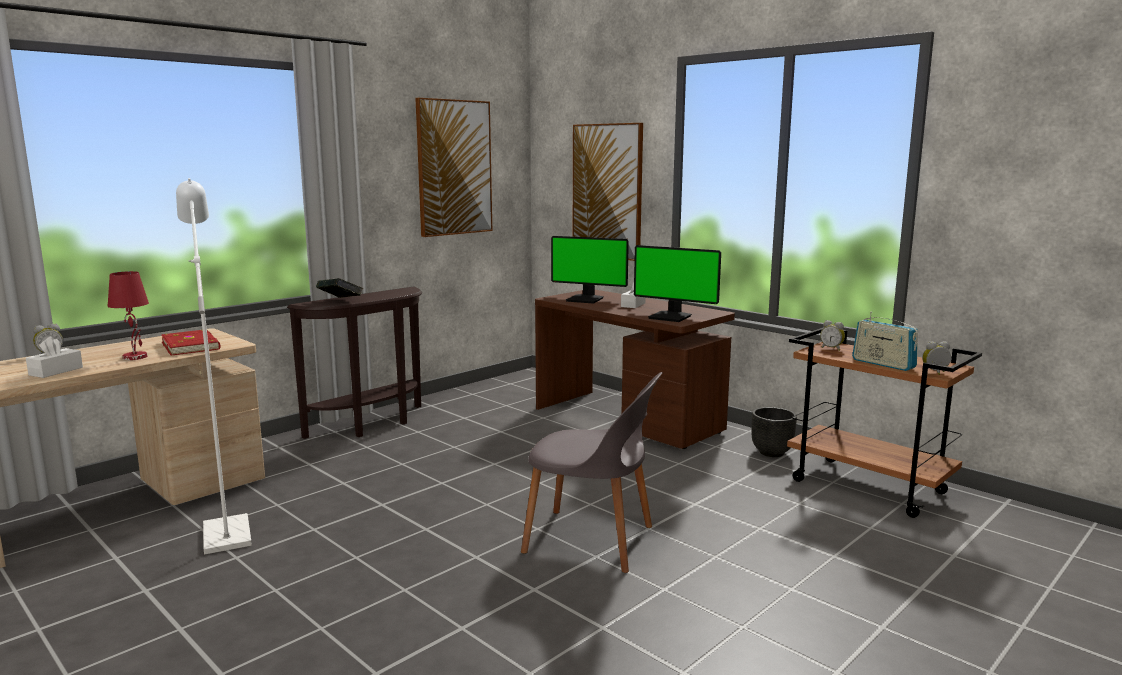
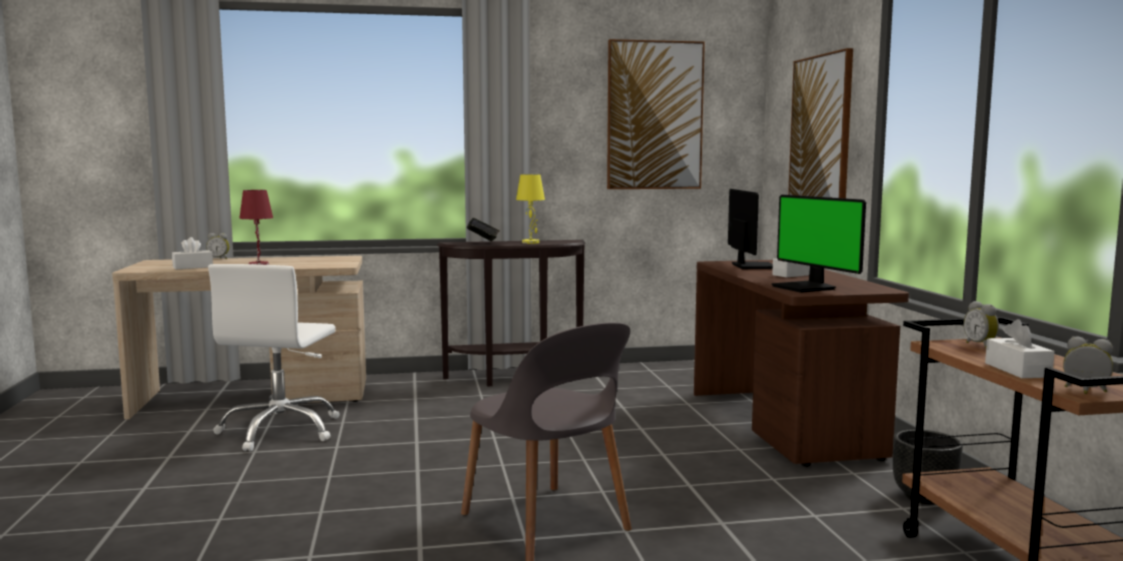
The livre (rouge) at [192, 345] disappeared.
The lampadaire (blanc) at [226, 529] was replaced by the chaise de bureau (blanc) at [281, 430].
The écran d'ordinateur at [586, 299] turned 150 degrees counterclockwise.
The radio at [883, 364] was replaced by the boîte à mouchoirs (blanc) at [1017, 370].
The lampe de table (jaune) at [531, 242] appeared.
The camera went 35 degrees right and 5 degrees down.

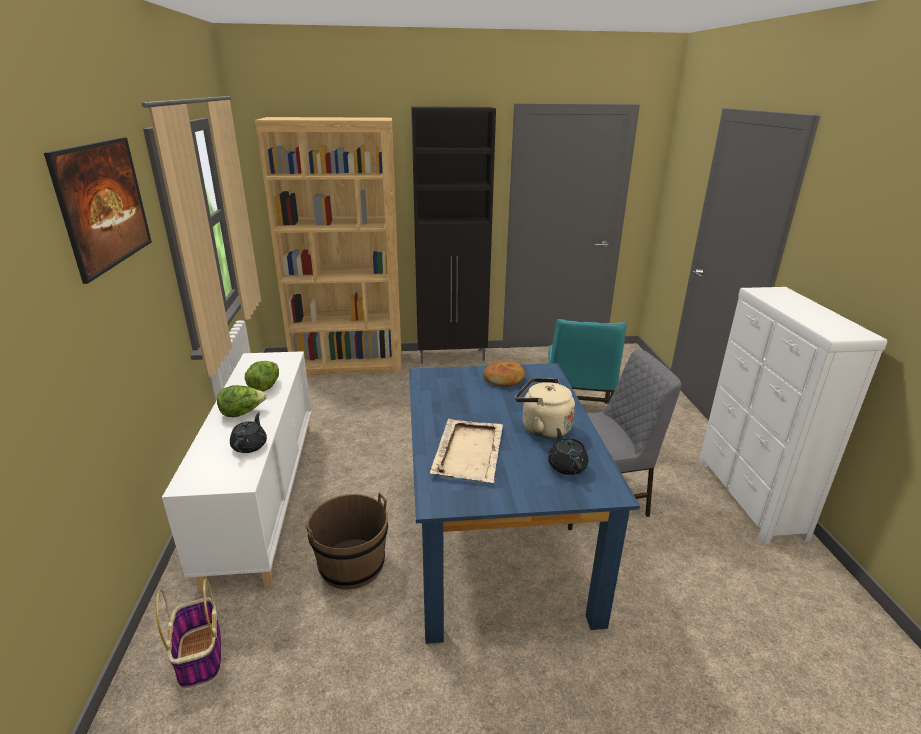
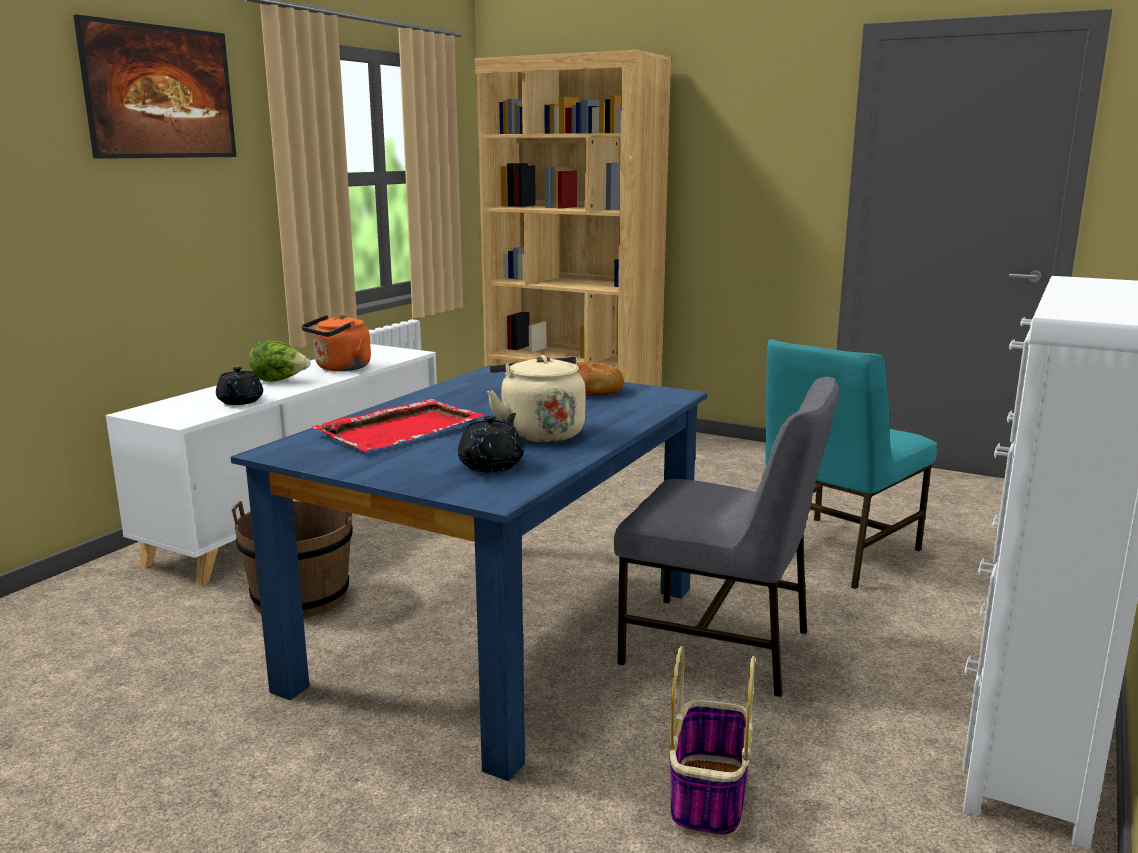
The panier moved from [200, 655] to [708, 795].
The théière (noir) at [250, 445] turned 135 degrees clockwise.
The laitue at [265, 386] was replaced by the bouilloire (orange) at [340, 368].
The meuble de rangement (noir) at [452, 356] disappeared.
The plateau (beige) at [469, 451] became the plateau (rouge) at [402, 429].
The camera went 35 degrees right and 10 degrees down.

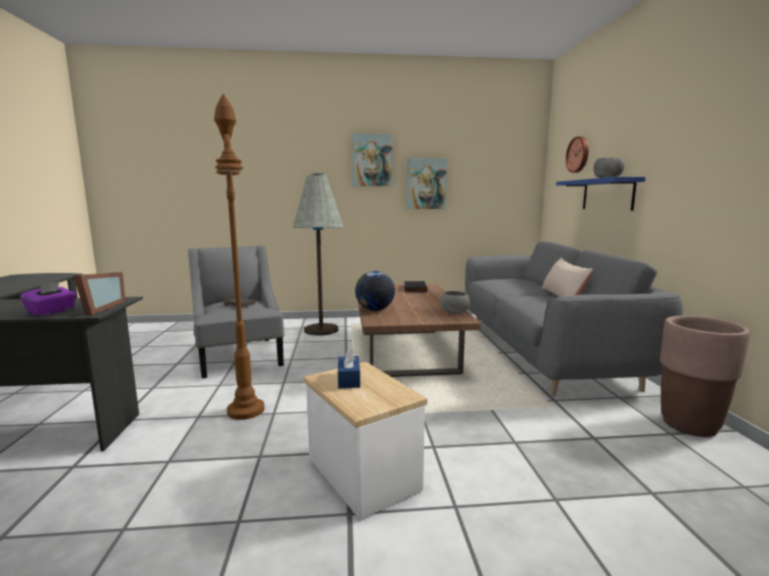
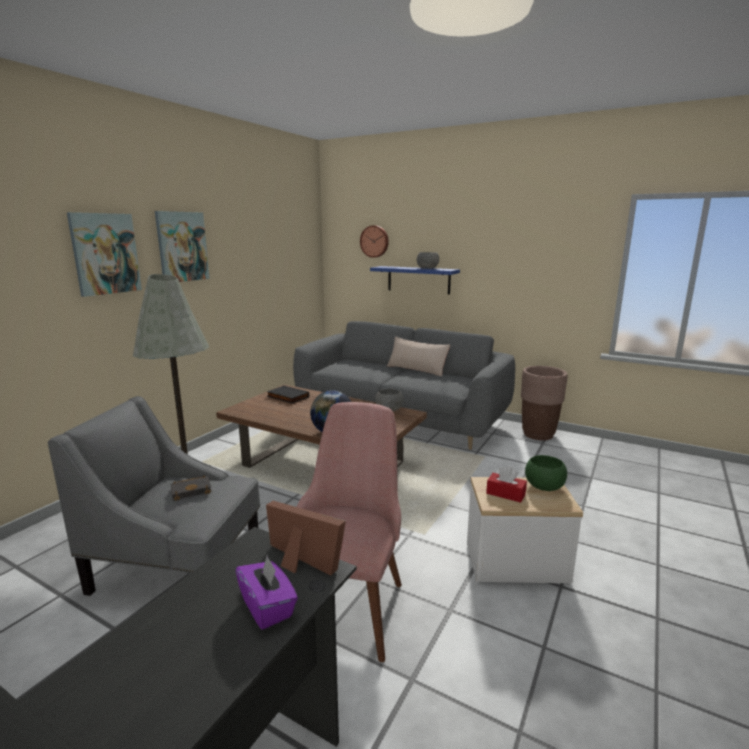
The lampadaire (marron) at [246, 411] was replaced by the chaise (rose) at [347, 596].
The boîte à mouchoirs (bleu) at [349, 379] became the boîte à mouchoirs (rouge) at [505, 493].
The tableau moved from [426, 184] to [105, 253].
The bol (vert) at [544, 486] appeared.
The camera went 55 degrees left and 5 degrees up.

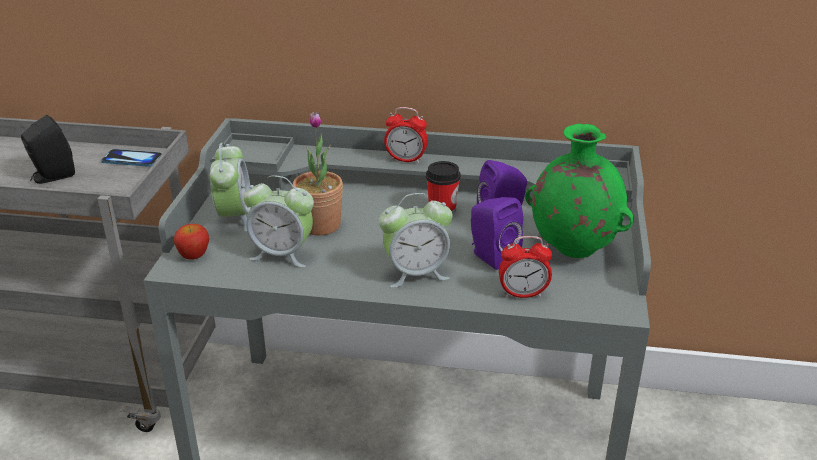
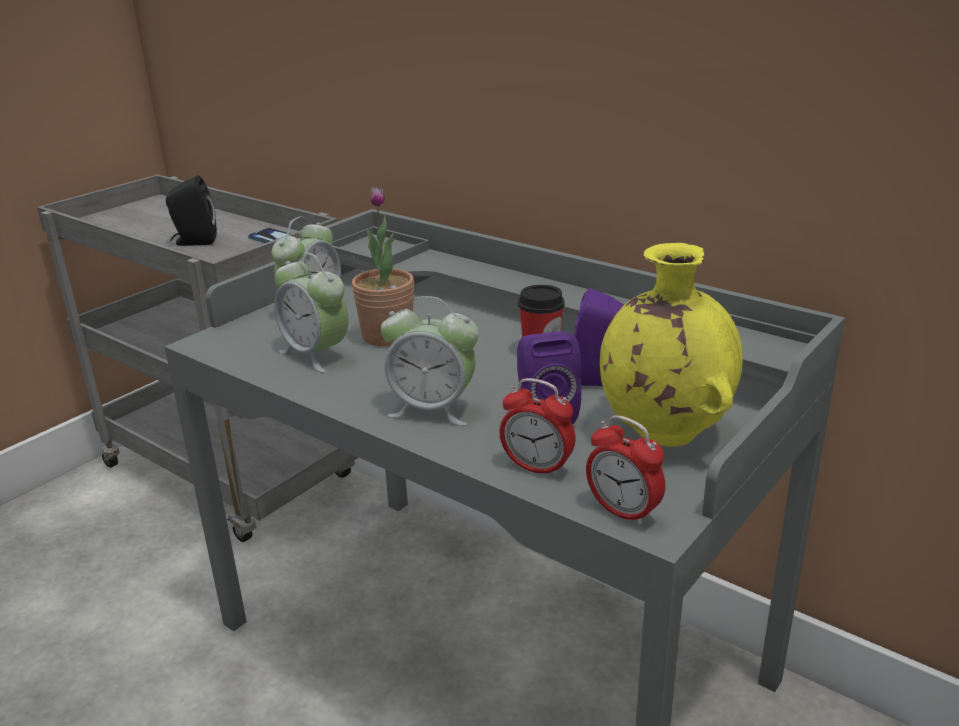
The pomme at [194, 255] disappeared.
The réveil moved from [406, 160] to [623, 512].
The vase (vert) at [572, 249] became the vase (jaune) at [663, 433].
The camera went 30 degrees right and 5 degrees down.

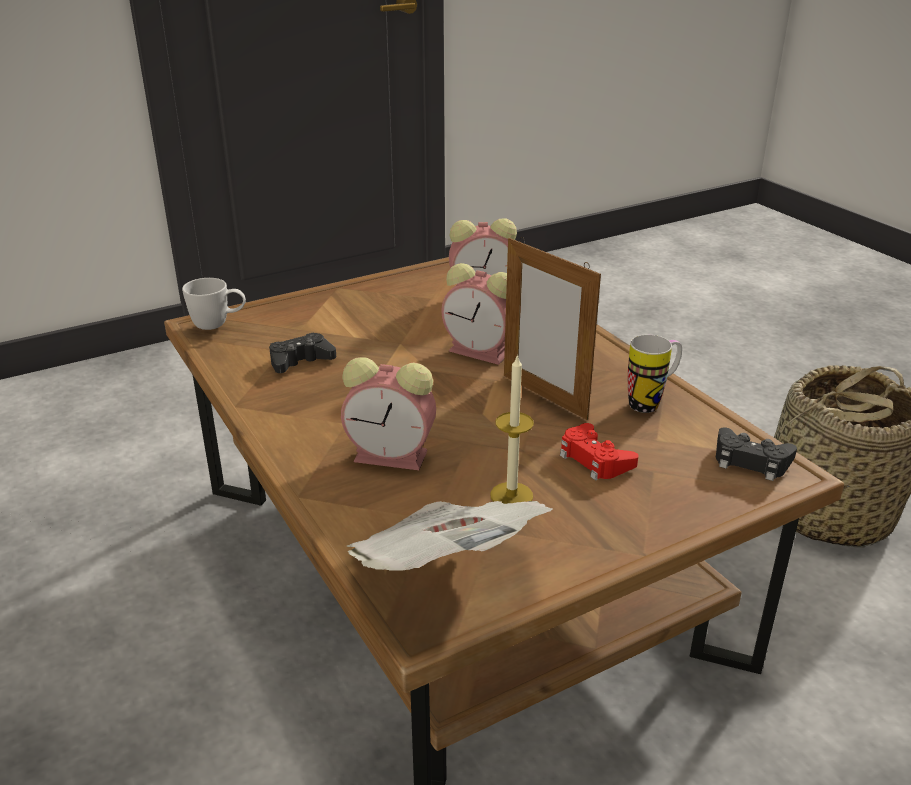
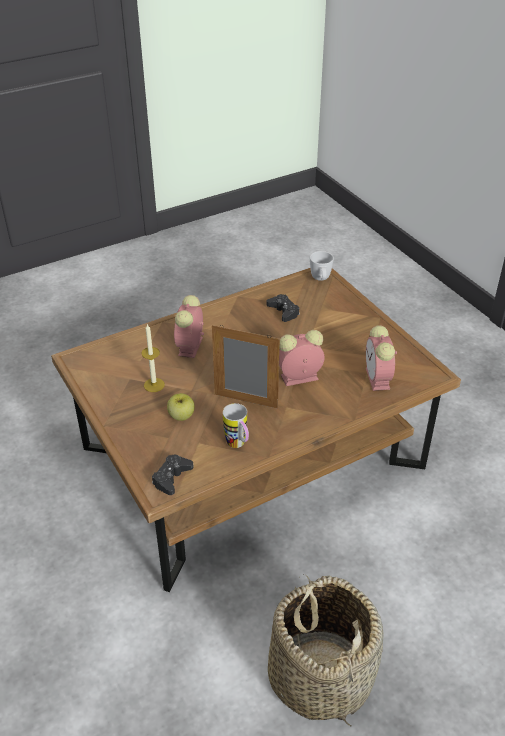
The journal at [445, 570] disappeared.
The réveil at [483, 352] turned 45 degrees clockwise.
The cadre photo at [544, 396] turned 60 degrees clockwise.
The manette (rouge) at [594, 459] was replaced by the pomme at [181, 416].
The camera went 90 degrees right and 10 degrees up.

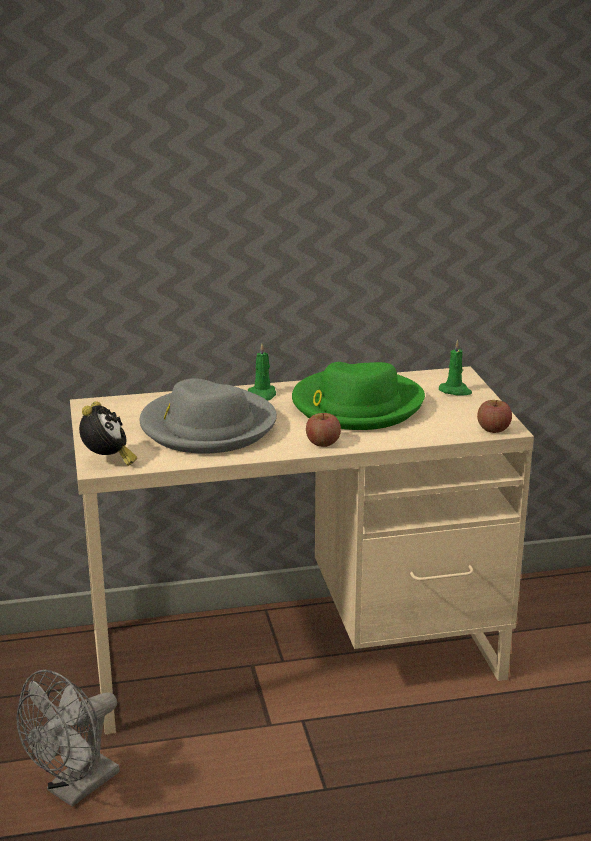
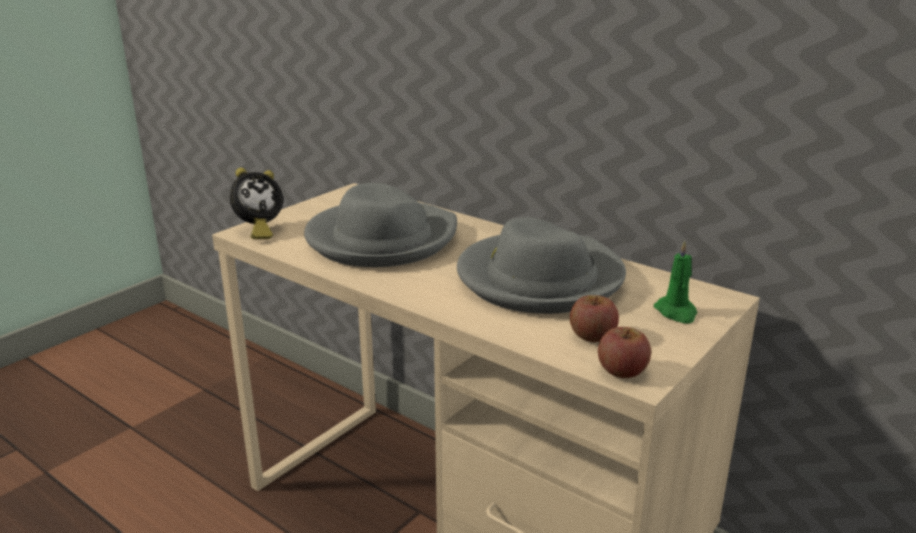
The ventilateur (gris) at [75, 789] disappeared.
The bougie (vert) at [262, 394] disappeared.
The chapeau (vert) at [356, 405] became the chapeau (gris) at [539, 278].
The pomme moved from [323, 443] to [592, 336].
The camera went 50 degrees right and 0 degrees up.

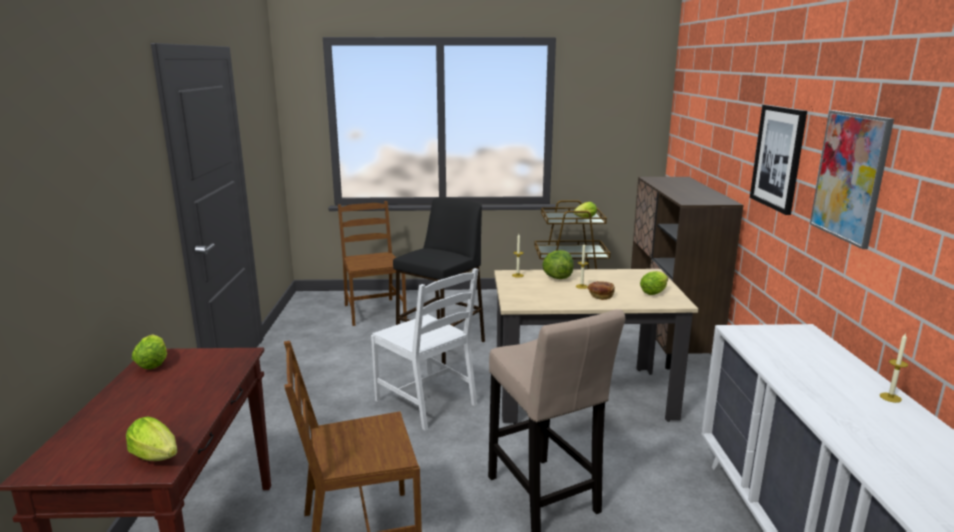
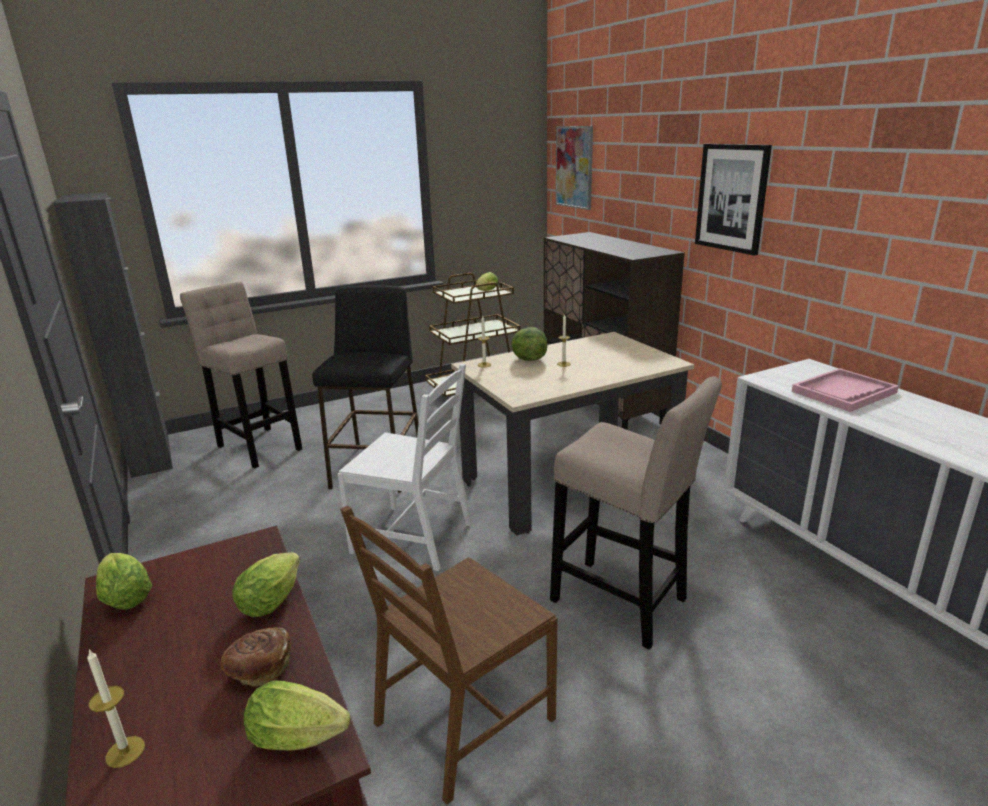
The chaise (marron) at [373, 311] was replaced by the tabouret (beige) at [258, 446].
The pain moved from [600, 296] to [259, 669].
The laitue moved from [655, 292] to [274, 599].
The tableau moved from [850, 176] to [574, 167].
The bougie moved from [890, 397] to [125, 752].
The meuble de rangement (noir) at [151, 456] appeared.
The plateau (rose) at [843, 392] appeared.
The camera went 25 degrees left and 5 degrees up.

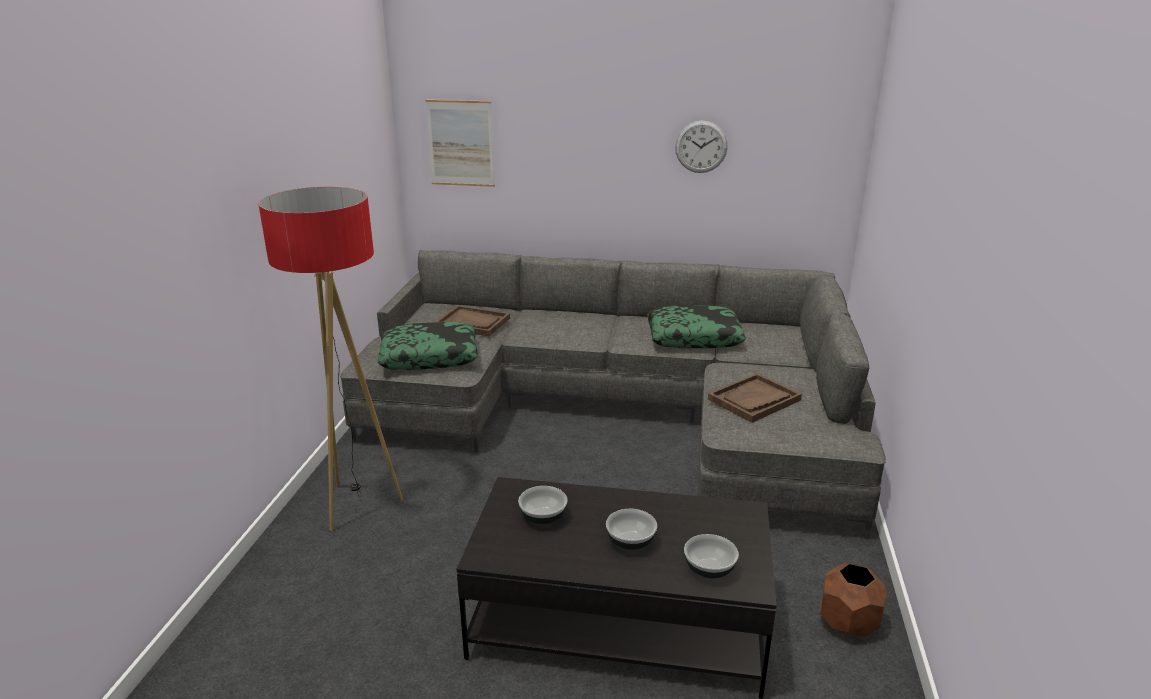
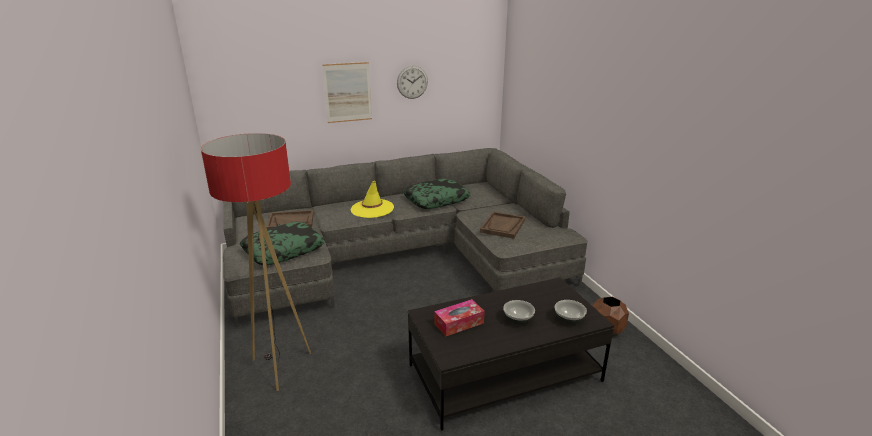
The tableau moved from [461, 143] to [348, 92].
The bol at [543, 517] was replaced by the boîte à mouchoirs at [459, 323].
The chapeau (jaune) at [372, 209] appeared.
The camera went 30 degrees left and 0 degrees up.

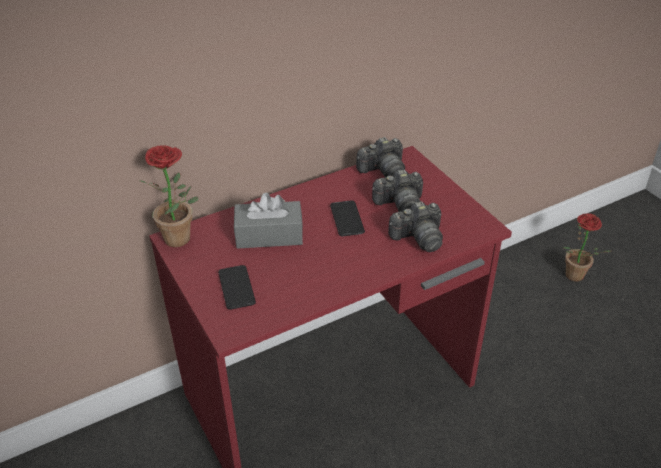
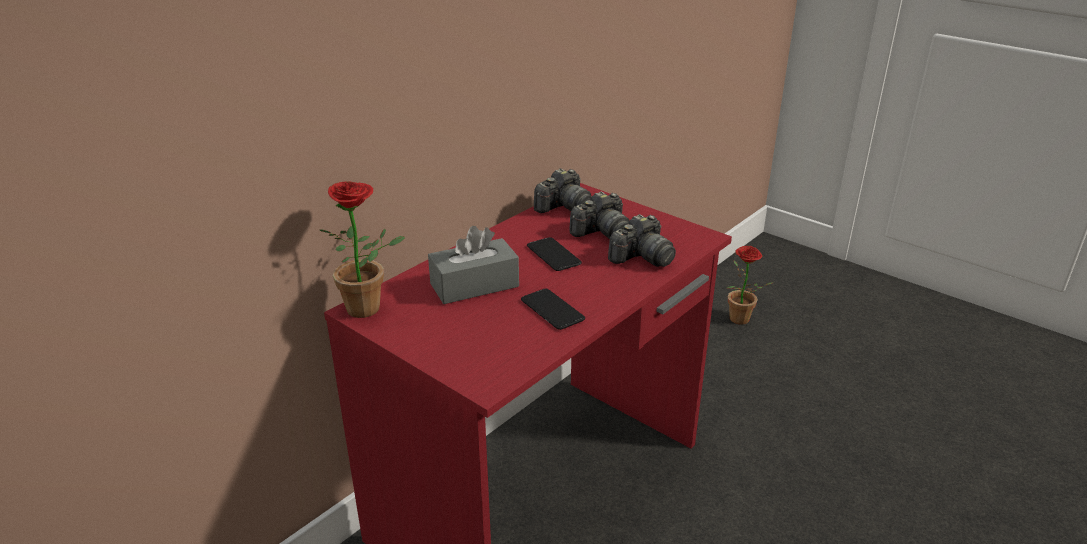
The téléphone moved from [236, 288] to [552, 310].
The camera went 20 degrees left and 10 degrees down.

